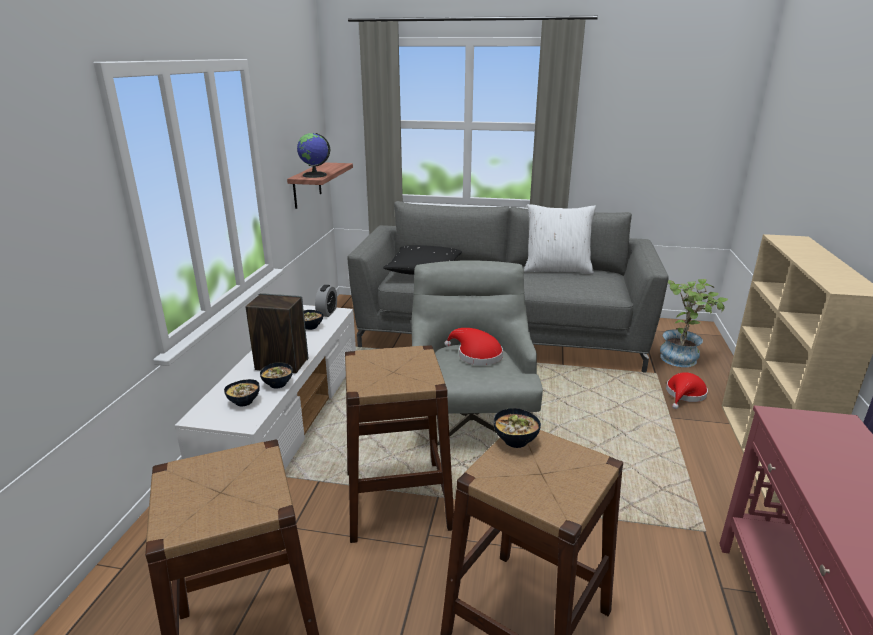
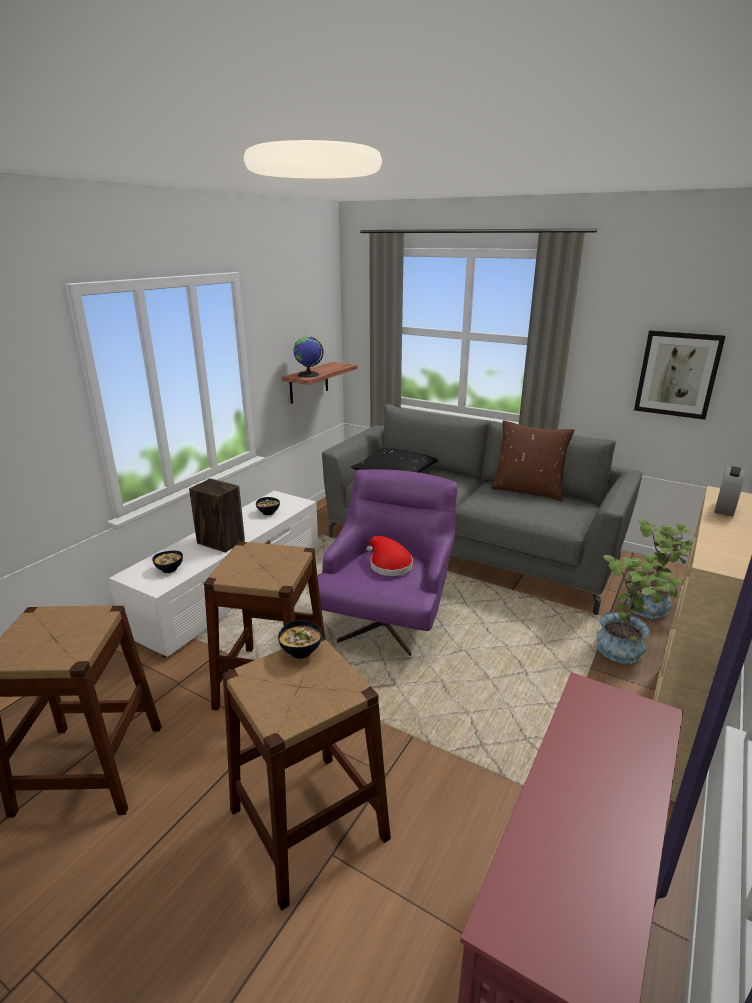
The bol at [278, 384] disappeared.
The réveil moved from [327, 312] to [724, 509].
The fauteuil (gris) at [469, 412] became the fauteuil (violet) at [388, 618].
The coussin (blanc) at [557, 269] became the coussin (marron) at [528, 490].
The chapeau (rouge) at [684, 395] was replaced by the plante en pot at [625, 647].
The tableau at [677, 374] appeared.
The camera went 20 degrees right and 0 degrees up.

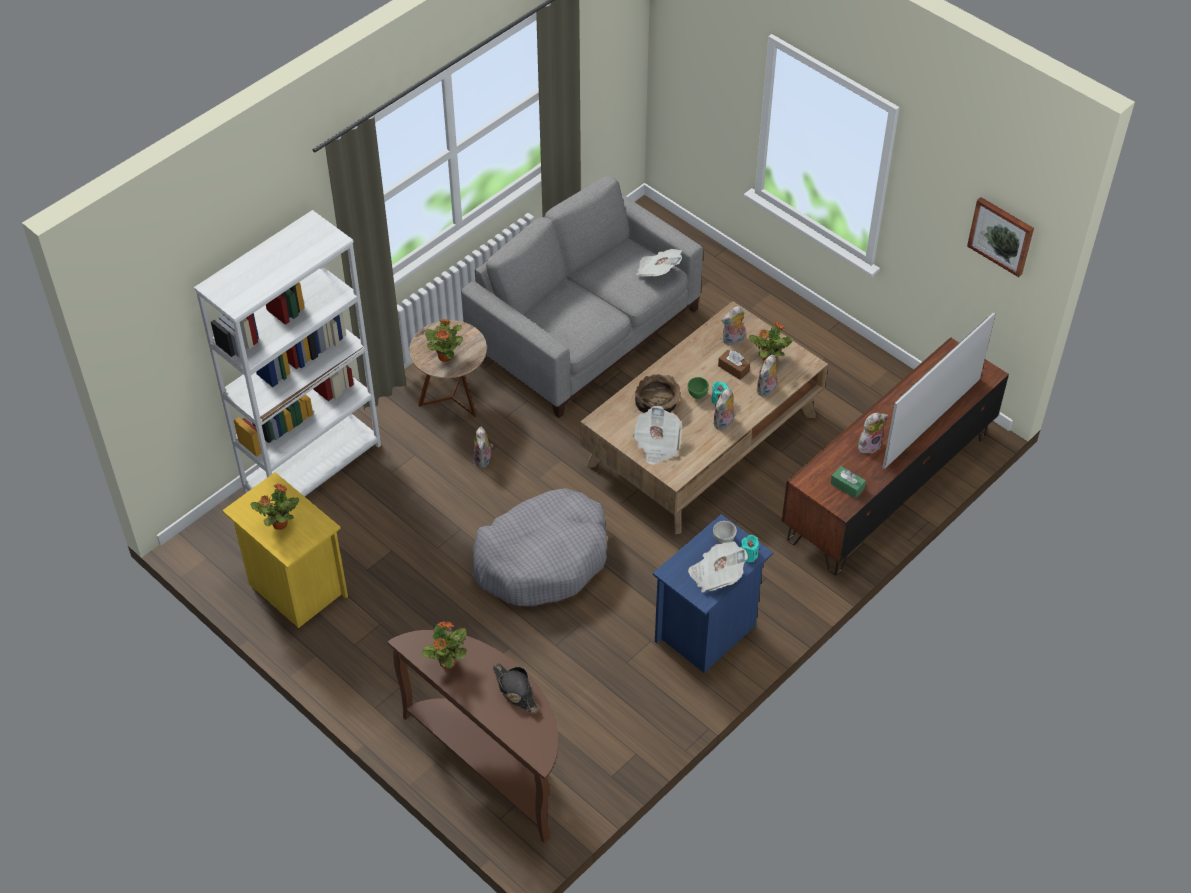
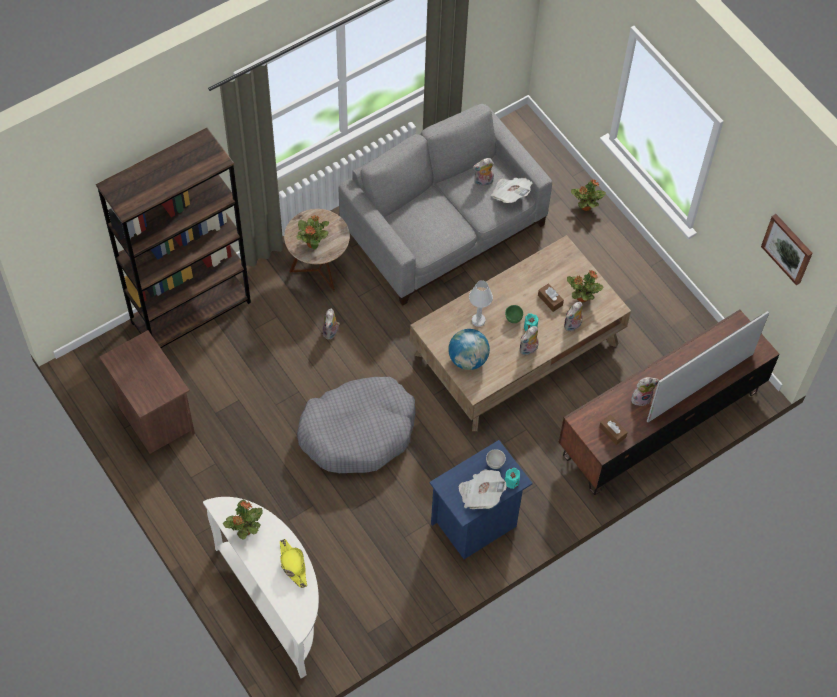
The bibliothèque (blanc) at [313, 467] became the bibliothèque (marron) at [191, 312].
The table de chevet (jaune) at [295, 588] became the table de chevet (marron) at [154, 418].
The plante en pot moved from [279, 524] to [585, 206].
The table console (marron) at [492, 761] became the table console (blanc) at [276, 600].
The chapeau (noir) at [515, 690] became the chapeau (jaune) at [293, 564].
The journal at [657, 445] was replaced by the globe at [468, 359].
The bol (marron) at [658, 403] was replaced by the lampe de table (blanc) at [478, 320].
The peluche moved from [733, 340] to [483, 182].
The boîte à mouchoirs (vert) at [847, 486] became the boîte à mouchoirs (marron) at [612, 432].
The camera went 10 degrees right and 10 degrees up.

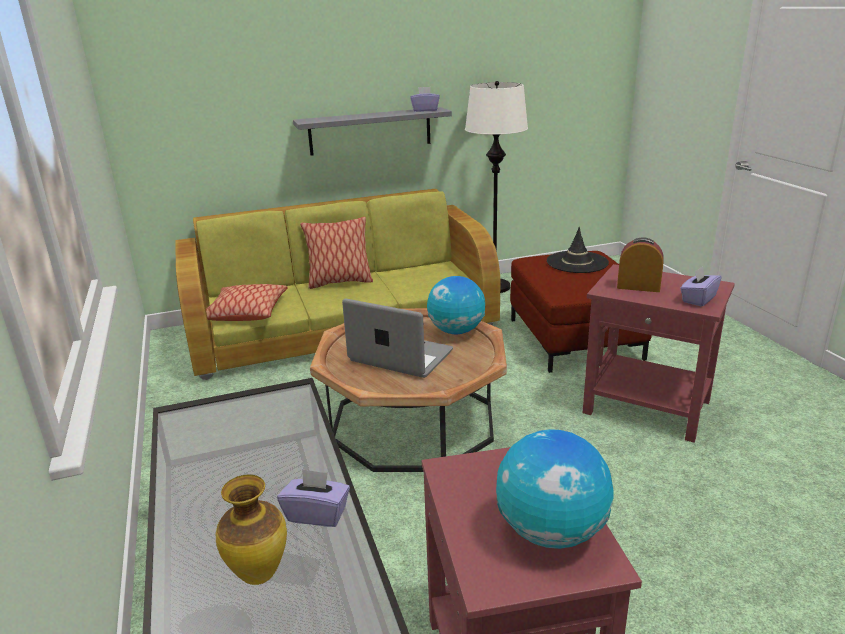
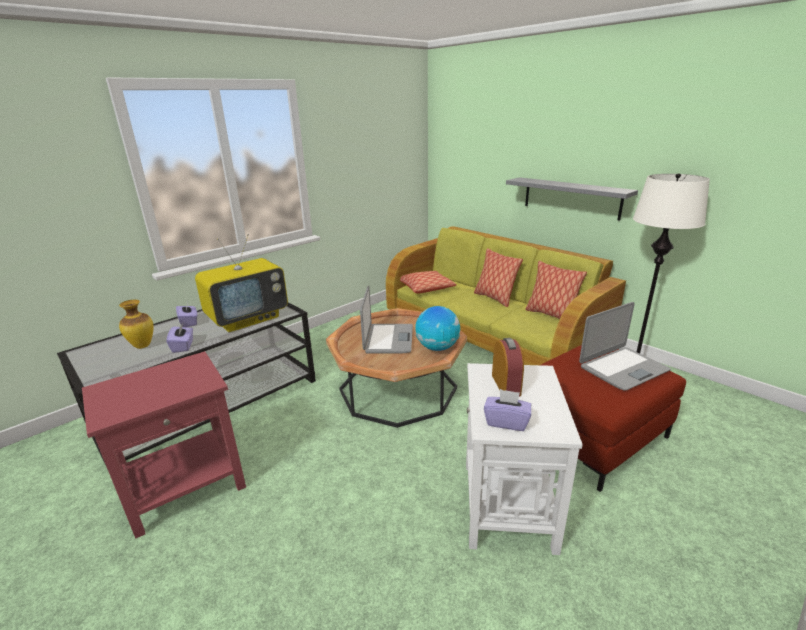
The boîte à mouchoirs (violet) moved from [425, 110] to [189, 322].
The globe at [551, 532] disappeared.
The chapeau (noir) at [577, 262] was replaced by the ordinateur portable at [622, 368].
The table d'appoint (rouge) at [646, 407] became the table d'appoint (blanc) at [506, 504].
The téléviseur at [248, 319] appeared.
The coussin at [550, 315] appeared.
The camera went 65 degrees right and 0 degrees up.

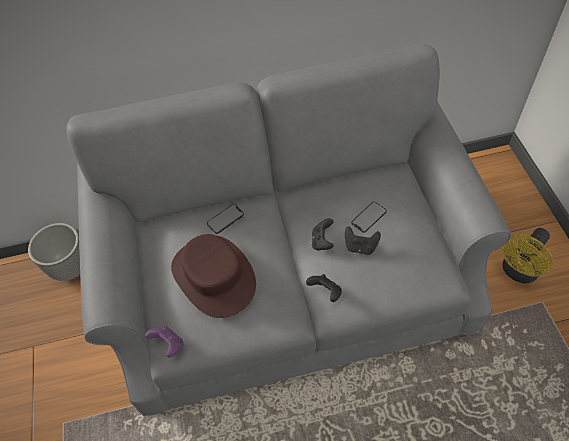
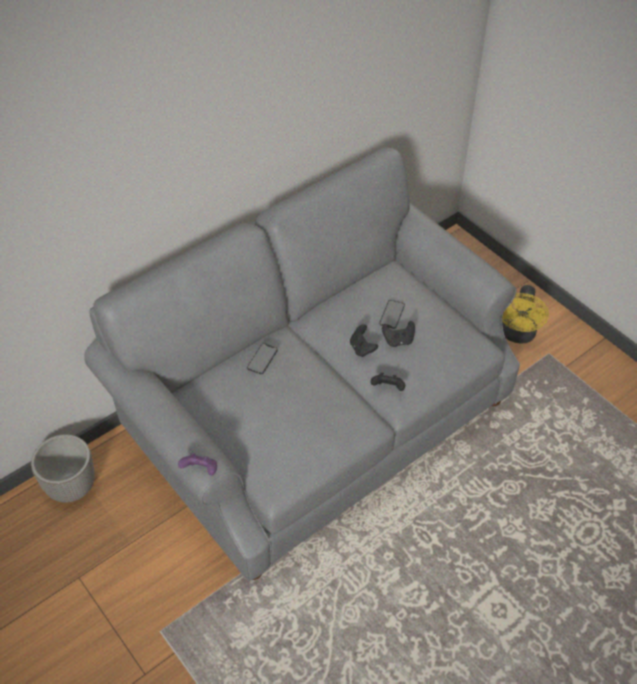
The manette (violet) moved from [169, 344] to [201, 470].
The chapeau (marron) at [214, 276] disappeared.
The camera went 30 degrees left and 5 degrees down.

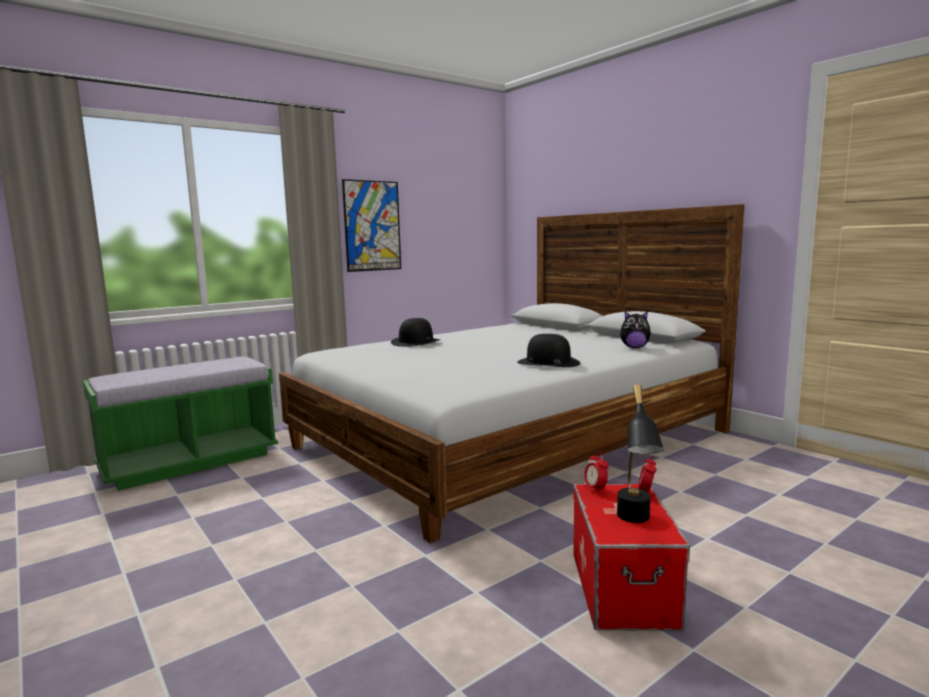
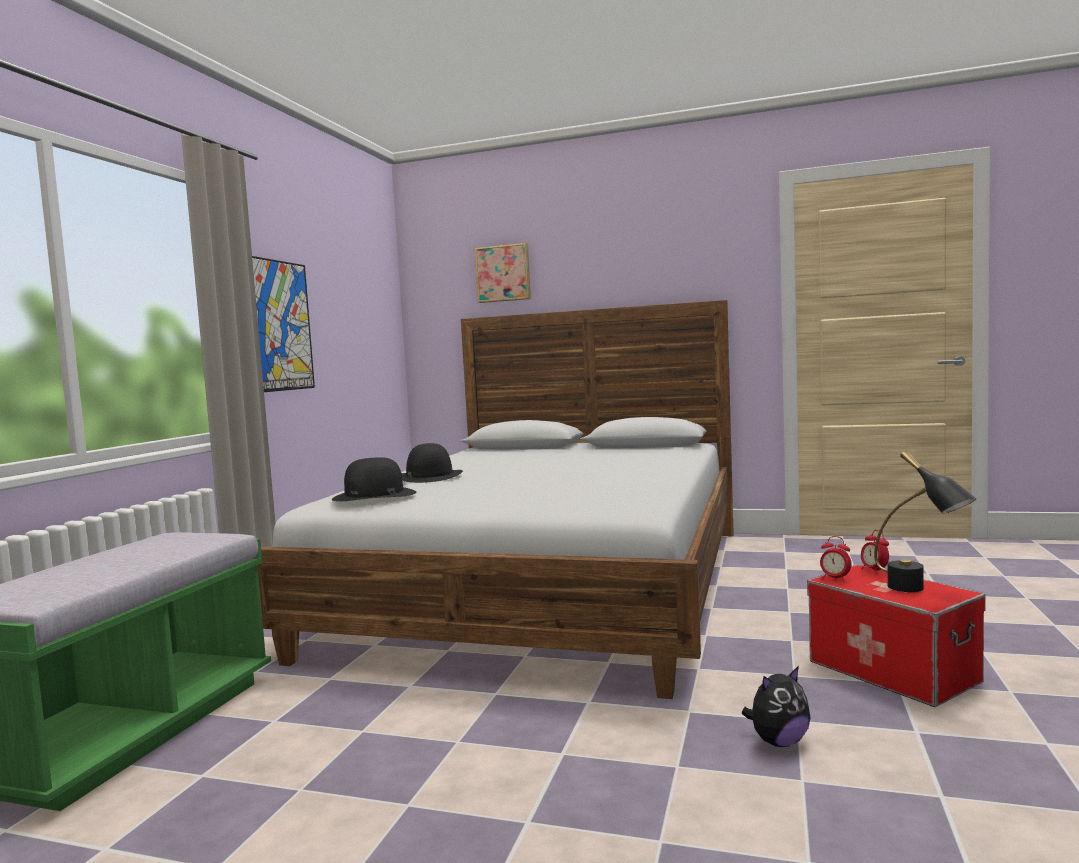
The chapeau (noir) moved from [548, 362] to [374, 495].
The peluche moved from [634, 347] to [778, 742].
The tableau at [503, 273] appeared.
The camera went 35 degrees left and 5 degrees down.

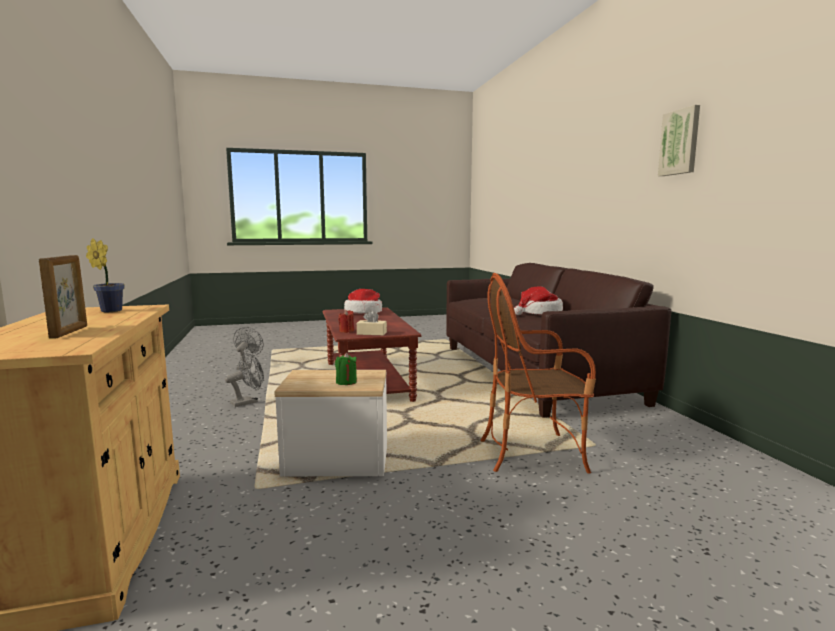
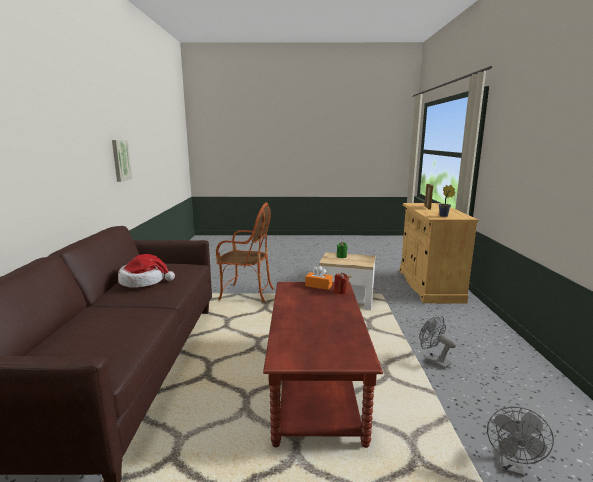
The ventilateur (gris) at [248, 402] turned 75 degrees clockwise.
The chapeau at [364, 312] disappeared.
The boîte à mouchoirs (beige) at [371, 333] became the boîte à mouchoirs (orange) at [318, 285].
The tableau moved from [680, 142] to [120, 160].
The camera went 165 degrees left and 5 degrees up.

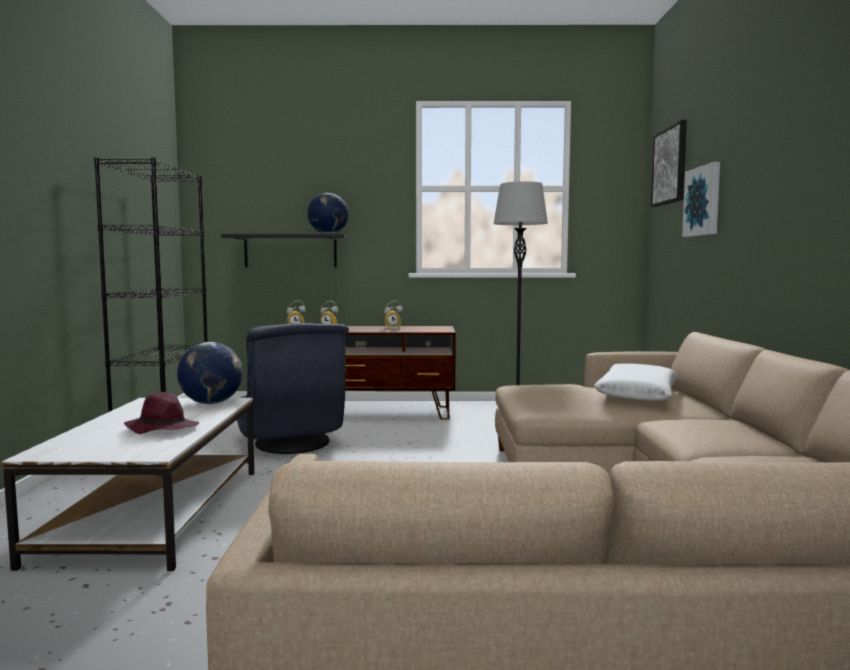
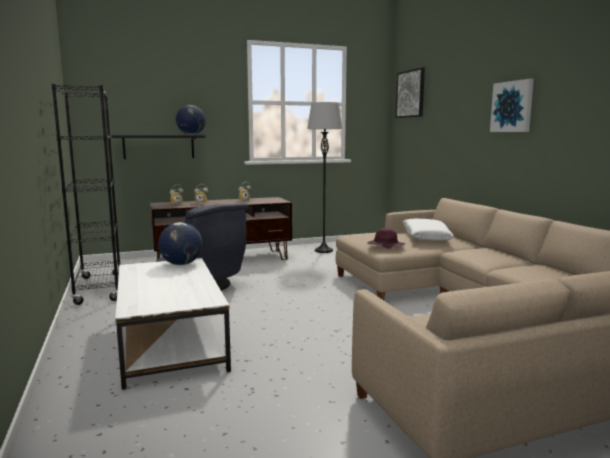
The chapeau (violet) moved from [161, 429] to [385, 246].
The tableau moved from [703, 201] to [512, 106].
The camera went 20 degrees left and 5 degrees up.

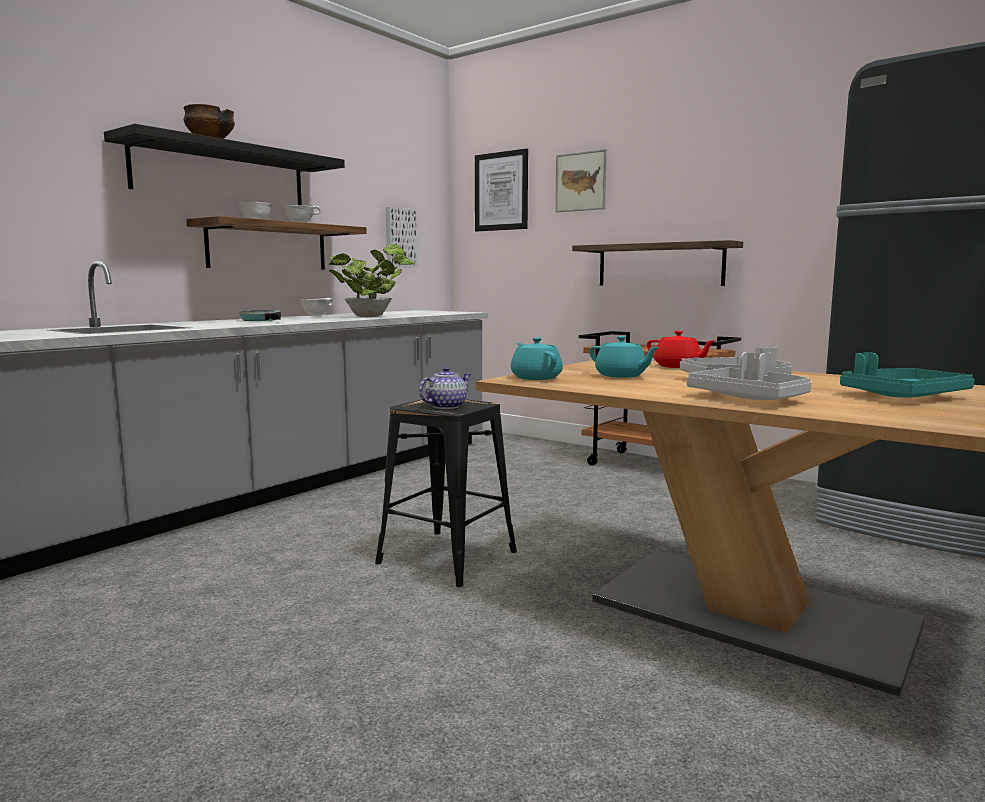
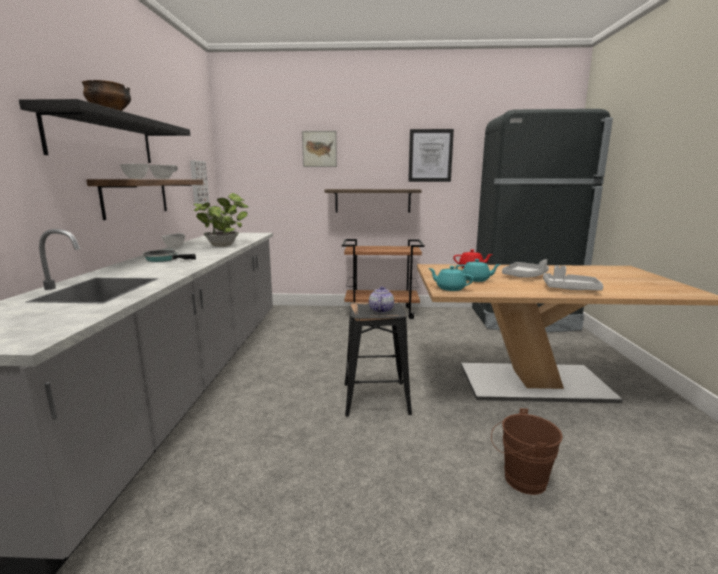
The tableau moved from [501, 191] to [430, 156].
The plateau (turquoise) at [903, 396] disappeared.
The seau (marron) at [520, 479] appeared.
The camera went 35 degrees left and 5 degrees up.

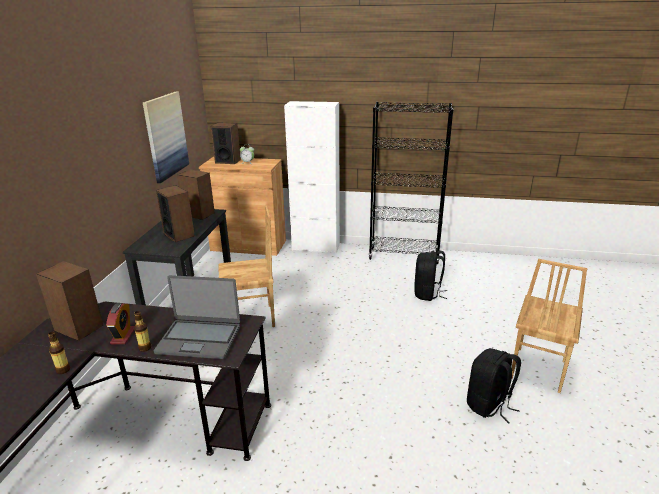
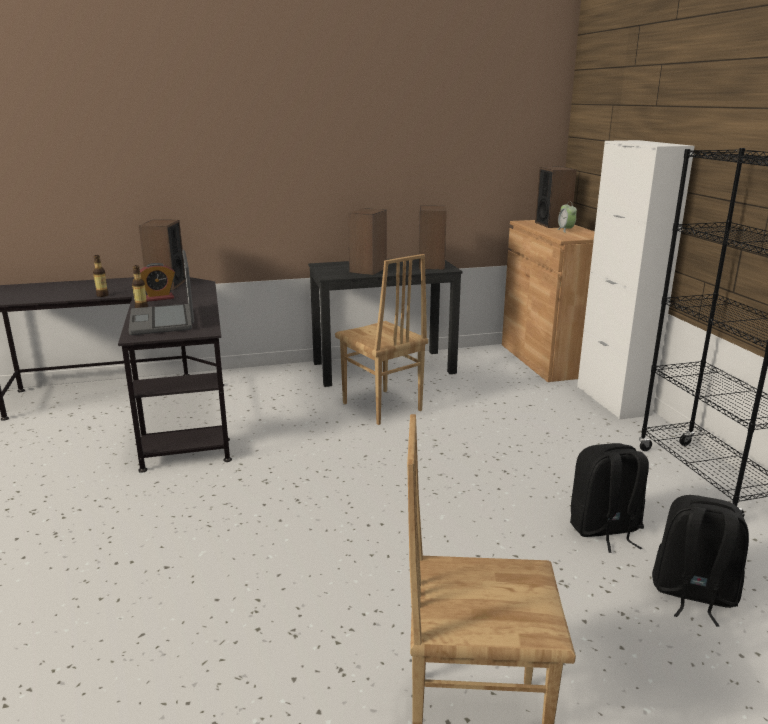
The tableau at [165, 136] disappeared.
The sac à dos (noir) moved from [489, 405] to [692, 594].
The camera went 65 degrees right and 5 degrees down.

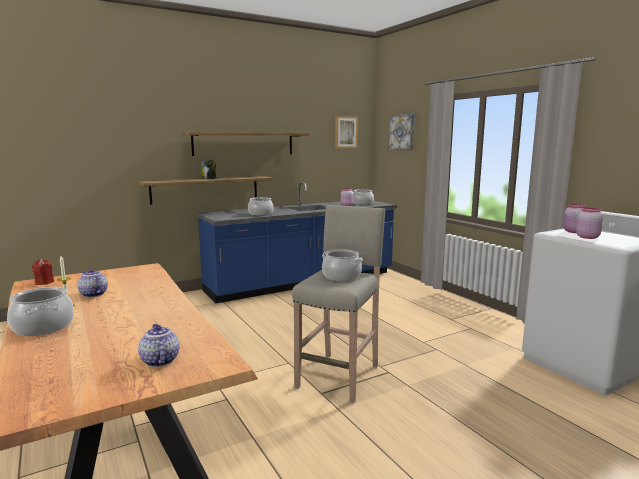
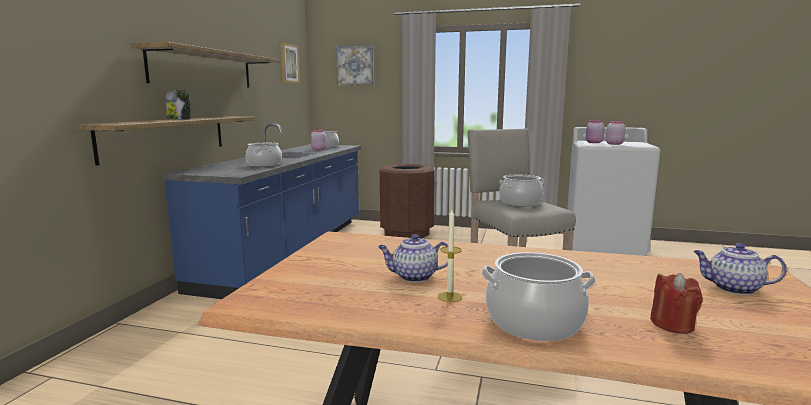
The bougie (rouge) moved from [44, 282] to [672, 324].
The poubelle (marron) at [406, 233] appeared.
The camera went 45 degrees left and 0 degrees up.

